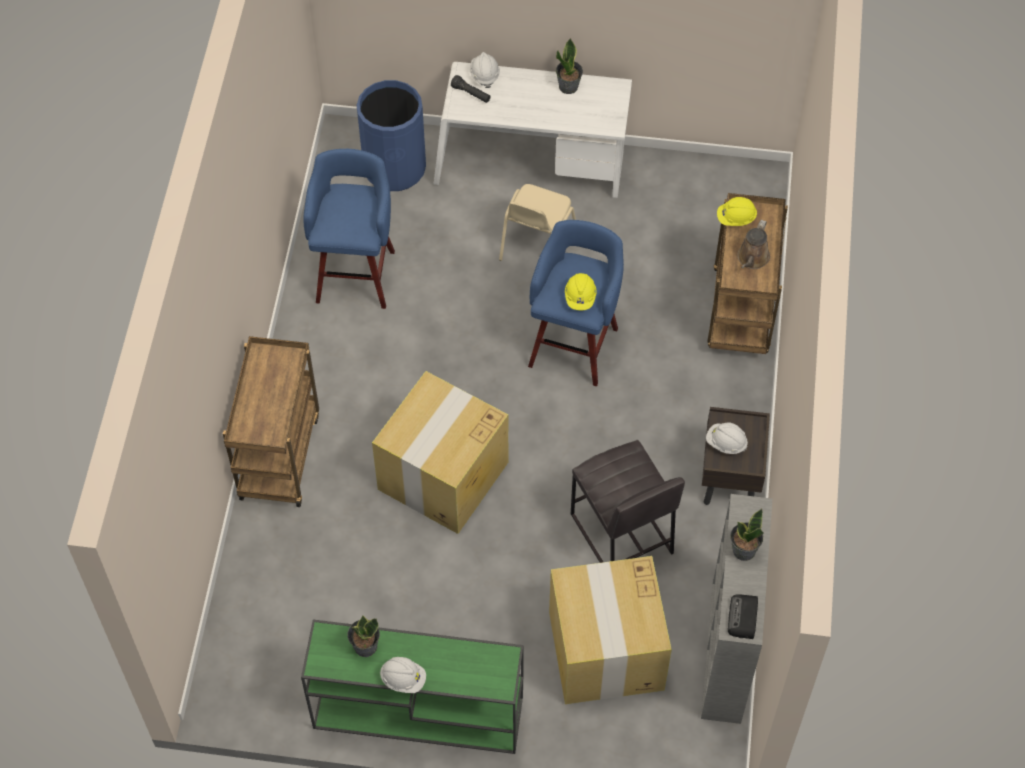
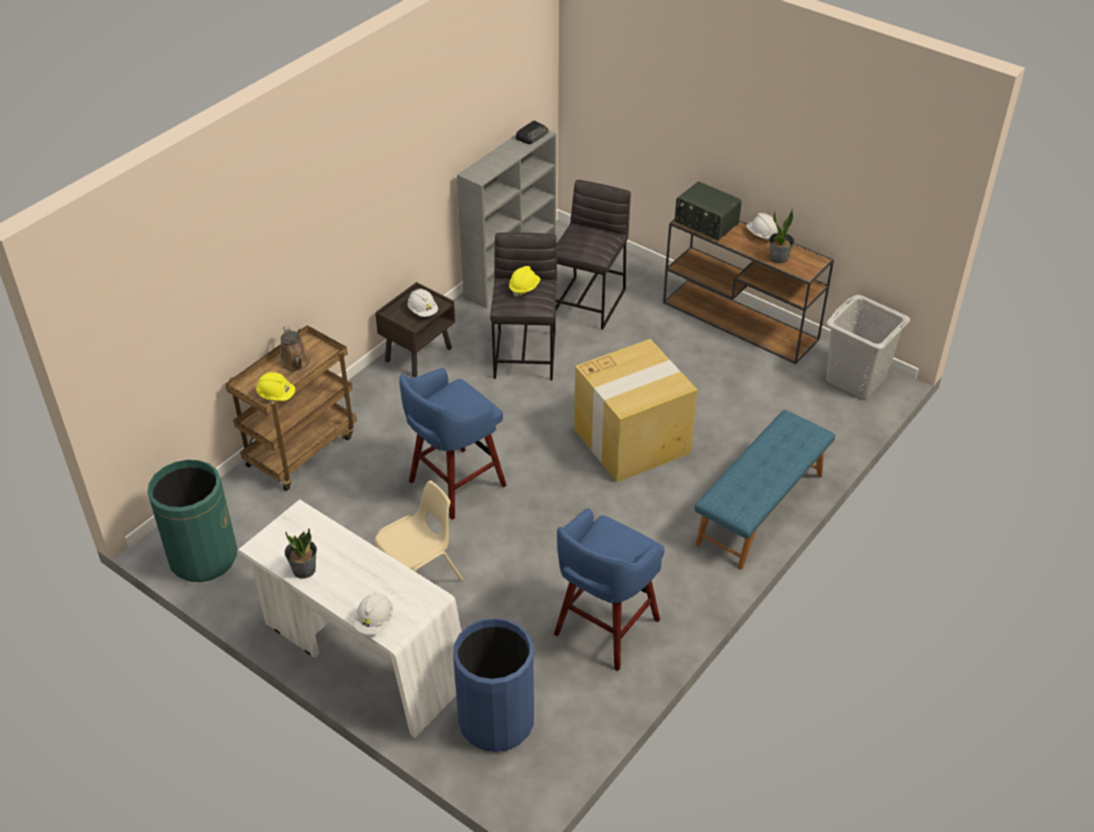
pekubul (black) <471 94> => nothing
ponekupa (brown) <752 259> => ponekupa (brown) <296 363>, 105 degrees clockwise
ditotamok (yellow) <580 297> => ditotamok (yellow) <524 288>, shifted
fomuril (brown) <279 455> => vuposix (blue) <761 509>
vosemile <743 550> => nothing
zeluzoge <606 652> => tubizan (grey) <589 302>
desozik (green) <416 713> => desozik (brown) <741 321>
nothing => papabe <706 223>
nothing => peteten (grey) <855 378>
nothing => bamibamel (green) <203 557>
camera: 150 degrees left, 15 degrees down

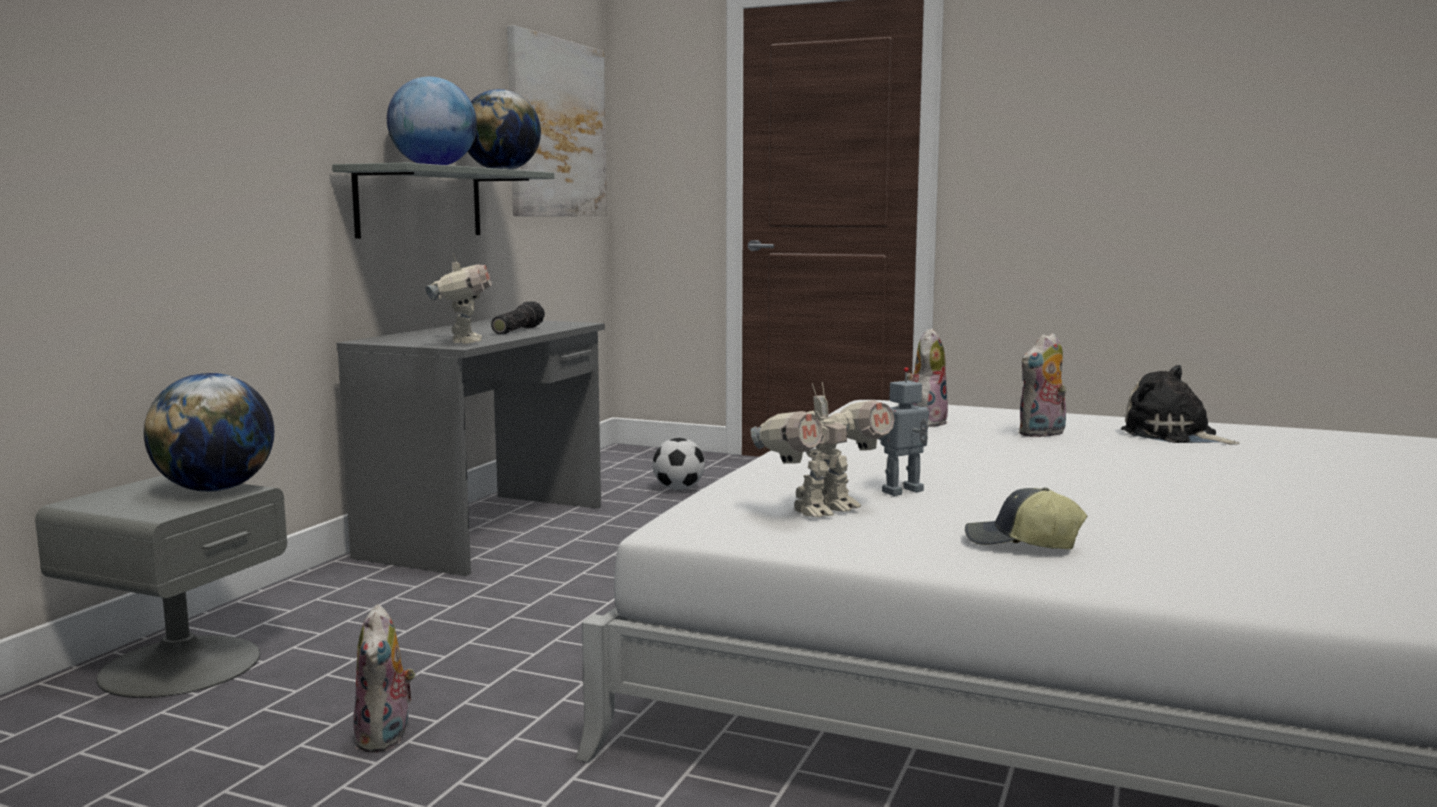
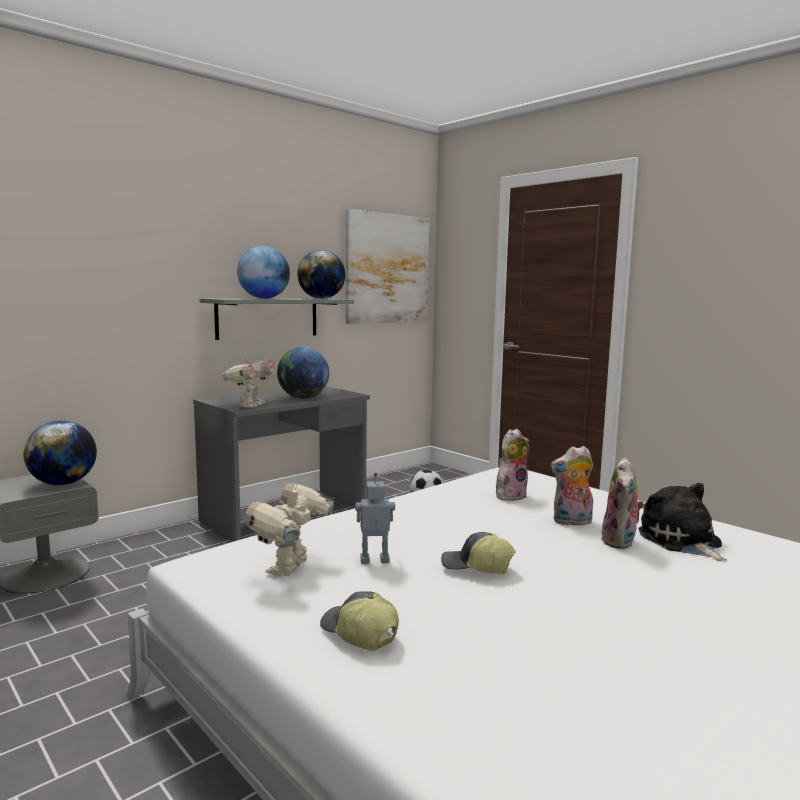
pekubul <516 330> => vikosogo <303 398>
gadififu <822 511> => gadififu <290 568>, 120 degrees clockwise
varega <386 738> => varega <621 542>, shifted
nothing => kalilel <476 567>
camera: 25 degrees right, 0 degrees up

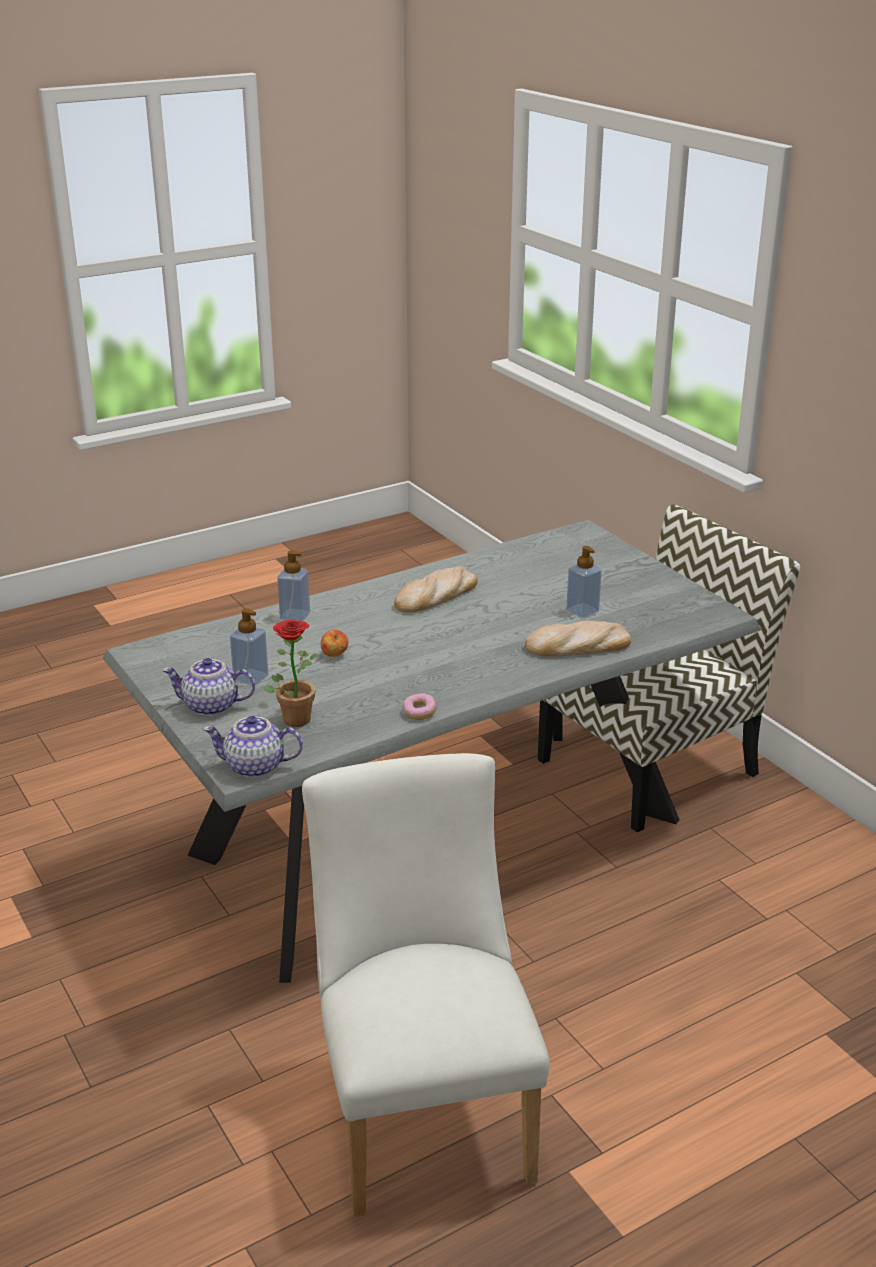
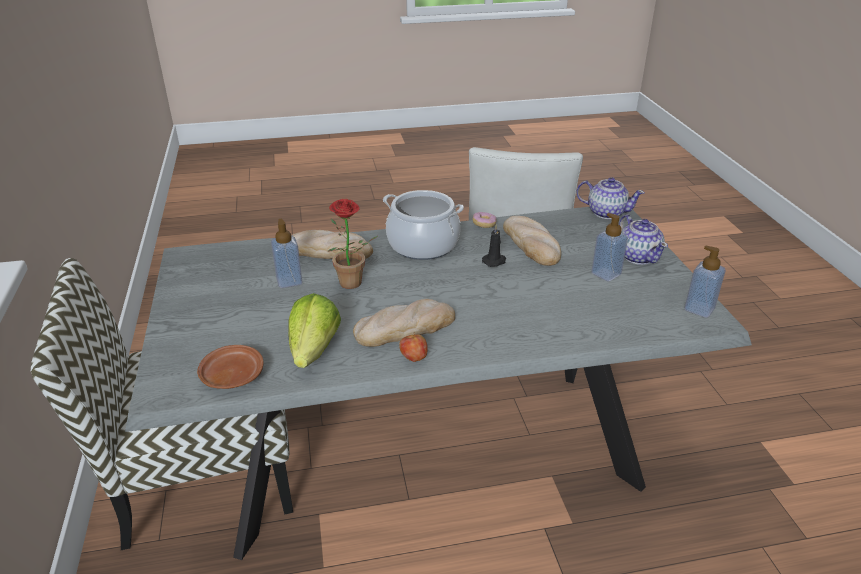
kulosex <295 616> => kulosex <699 309>, shifted
vosemile <294 716> => vosemile <351 285>, shifted
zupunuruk <334 655> => zupunuruk <413 358>, shifted
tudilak <211 706> => tudilak <638 256>, 45 degrees clockwise
nothing => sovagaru <423 245>
nothing => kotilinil <532 244>
nothing => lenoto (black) <494 261>
nothing => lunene <314 350>
nothing => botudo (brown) <232 375>
camera: 160 degrees left, 5 degrees up

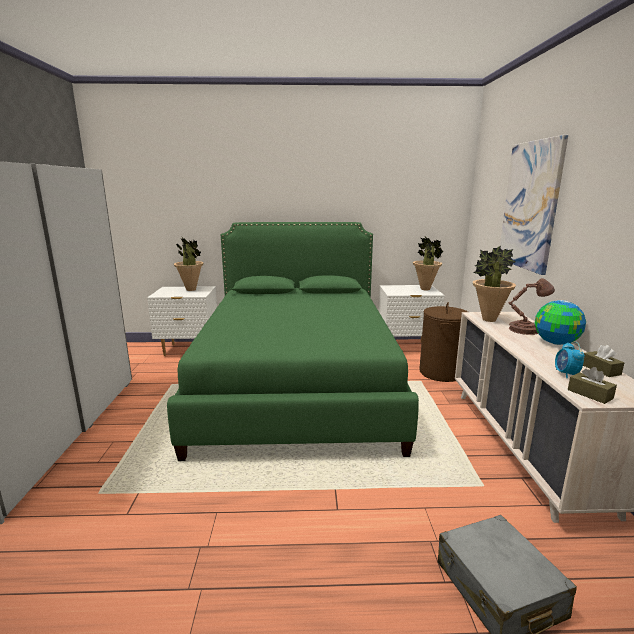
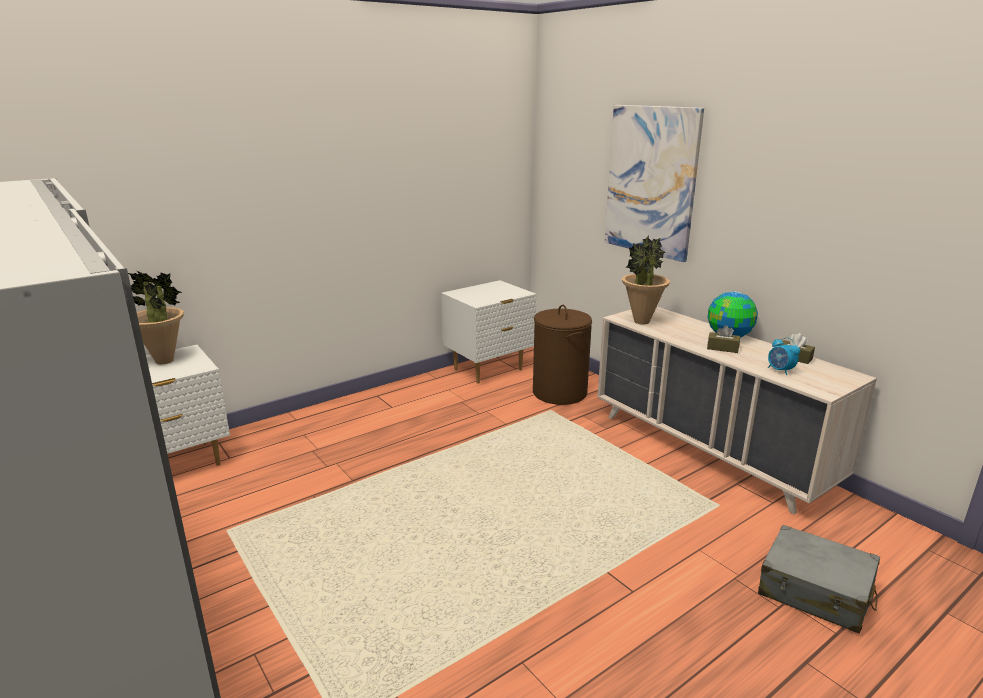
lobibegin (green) <297 384> => nothing
vosemile <425 289> => nothing
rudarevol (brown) <526 330> => nothing
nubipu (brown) <590 394> => nubipu (brown) <722 348>, shifted
camera: 35 degrees left, 5 degrees up

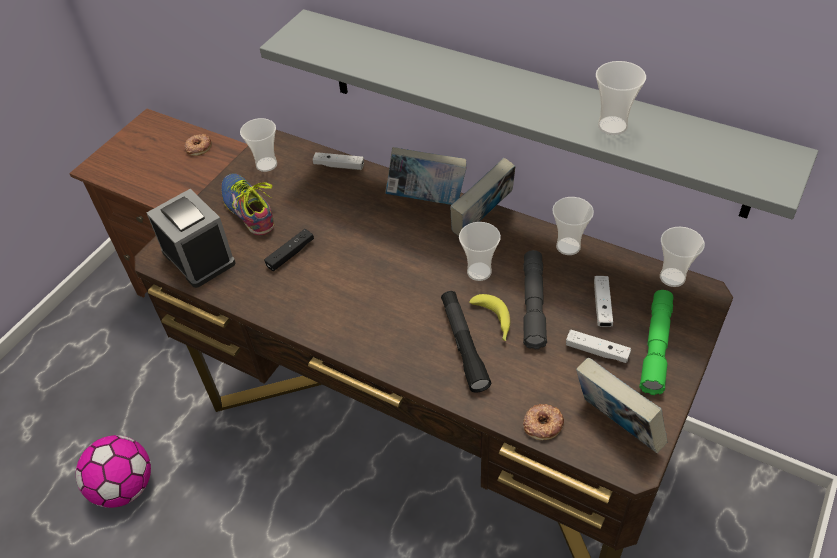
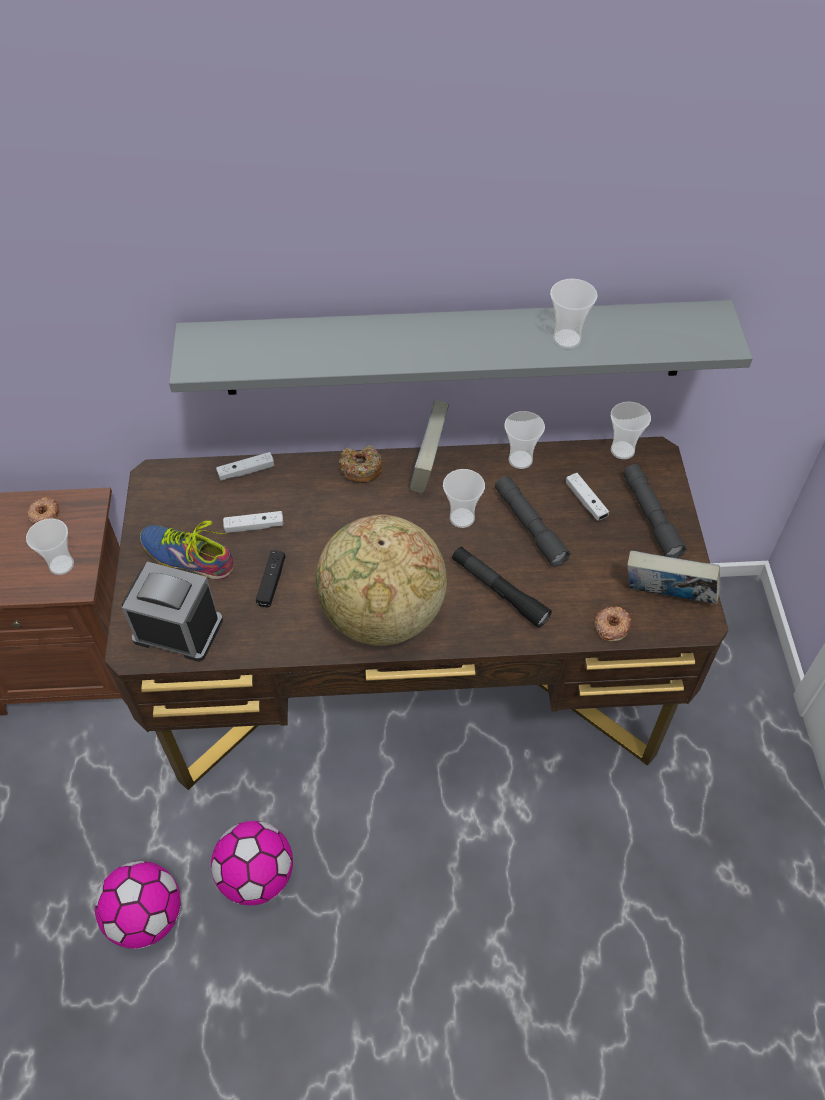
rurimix <266 164> => rurimix <61 565>, shifted
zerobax <426 199> => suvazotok <361 469>
pekubul (green) <656 346> => pekubul (grey) <651 517>
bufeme <493 322> => nothing
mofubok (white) <597 351> => mofubok (white) <254 526>, shifted
nothing => vikosogo <382 615>
nothing => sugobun <257 876>
camera: 35 degrees left, 5 degrees up

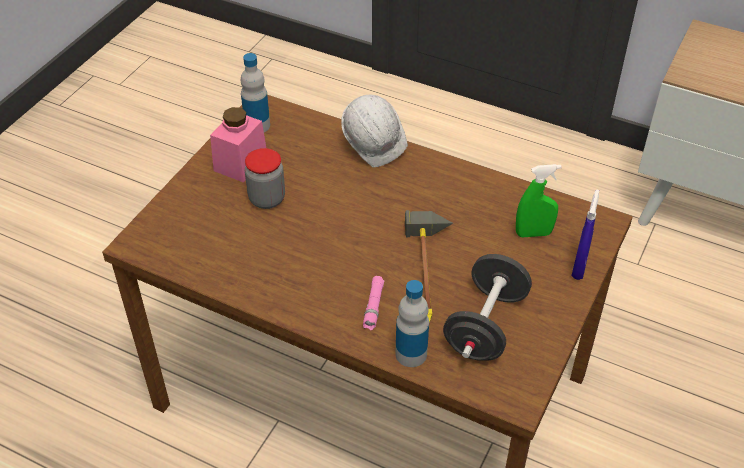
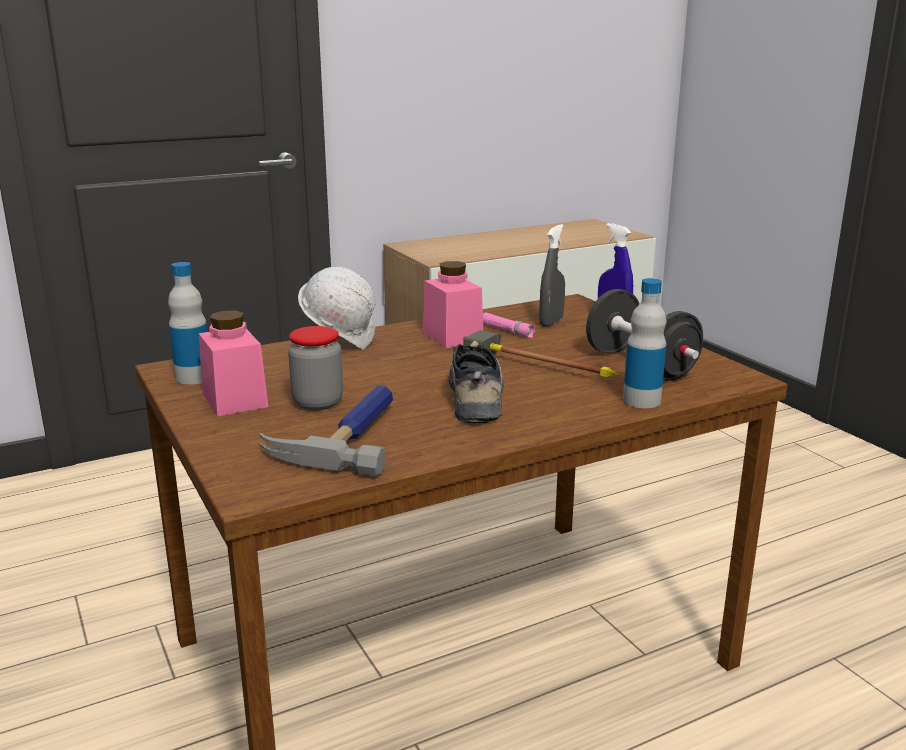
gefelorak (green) <533 233> => gefelorak (grey) <551 322>
pekubul (pink) <373 306> => pekubul (pink) <507 331>, shifted
nothing => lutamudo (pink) <452 336>
nothing => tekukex <478 396>
nothing => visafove <347 436>
camera: 55 degrees left, 25 degrees down

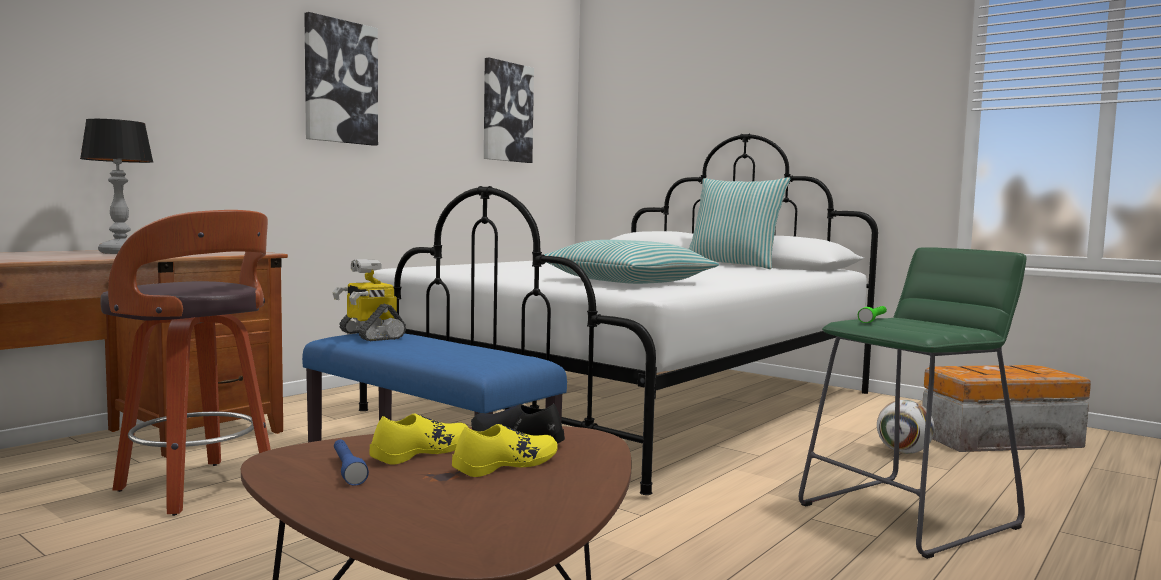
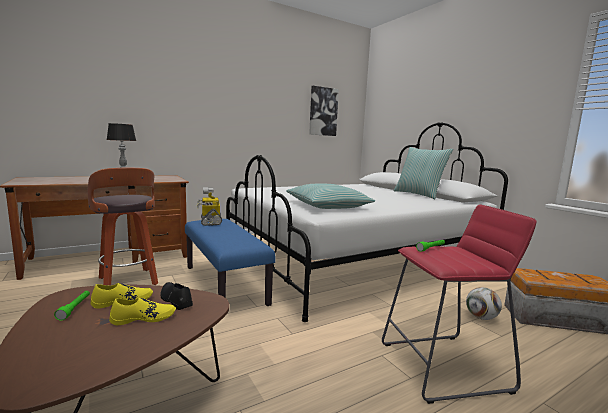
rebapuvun <340 82> => nothing
tubizan (green) <907 515> => tubizan (red) <444 366>
pekubul (blue) <347 470> => pekubul (green) <75 308>
camera: 20 degrees right, 5 degrees up

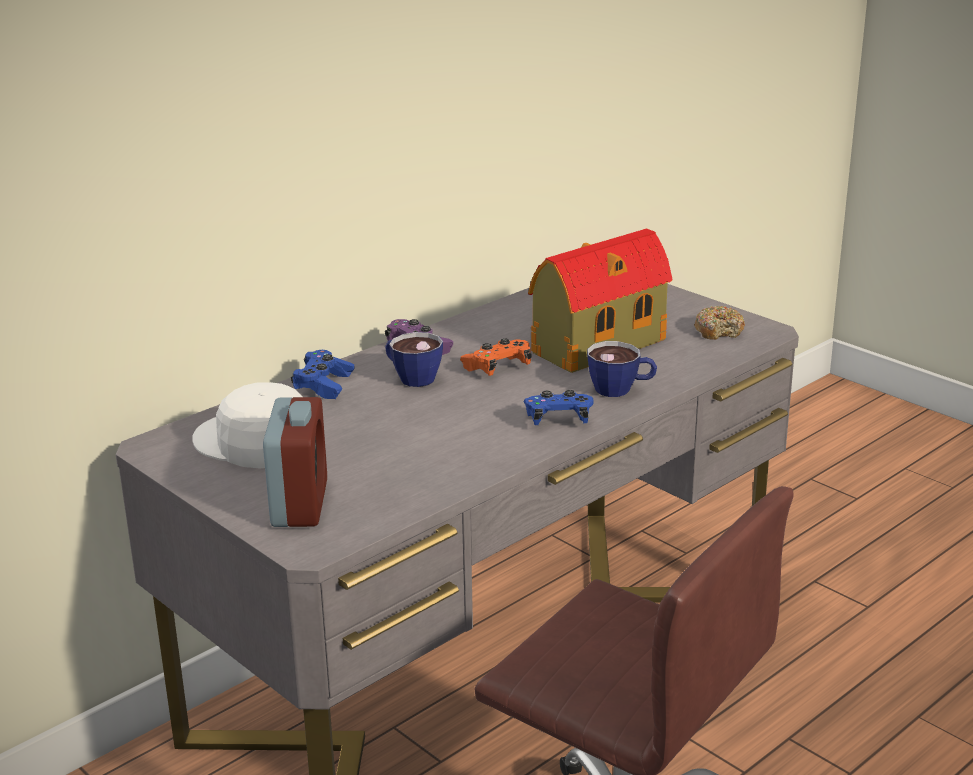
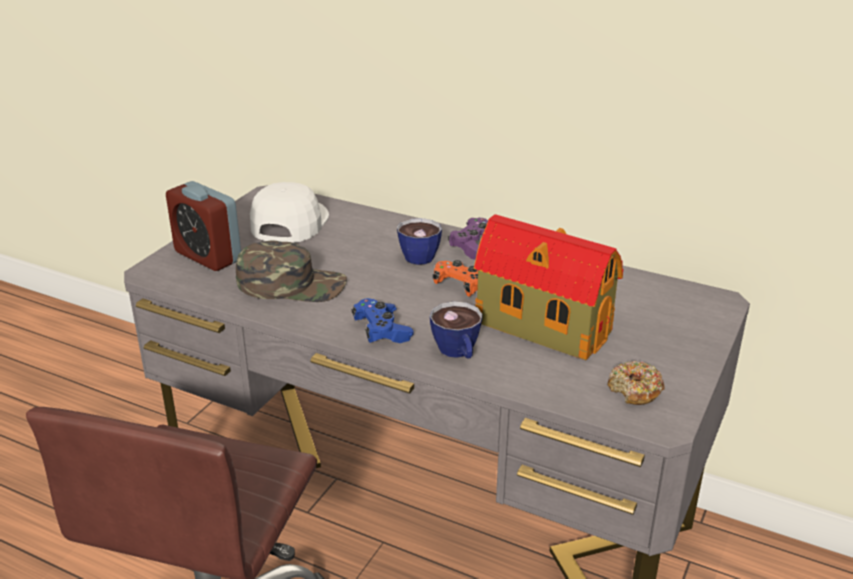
mofubok (blue) <323 385> => nothing
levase <300 504> => levase <208 256>, 60 degrees clockwise
nothing => kalilel (green) <292 284>
camera: 70 degrees right, 5 degrees up

